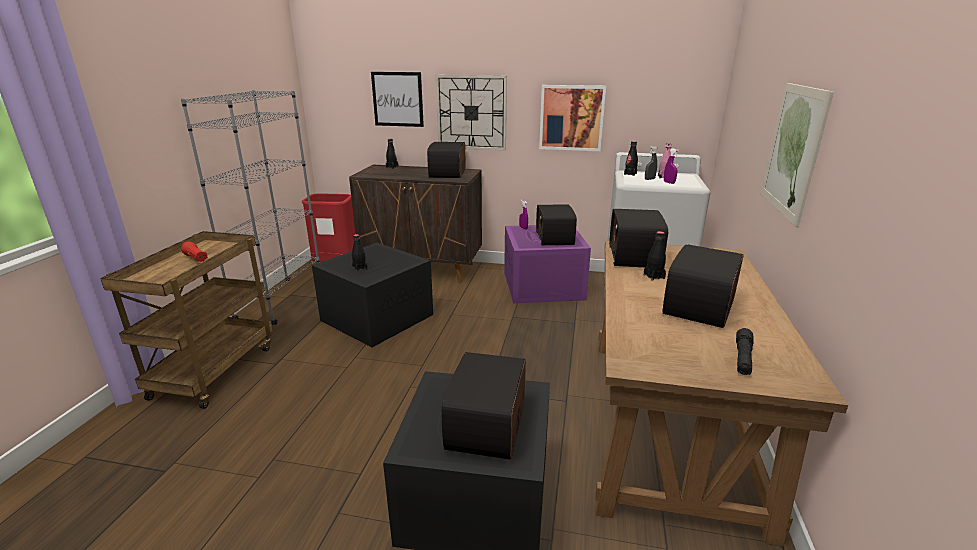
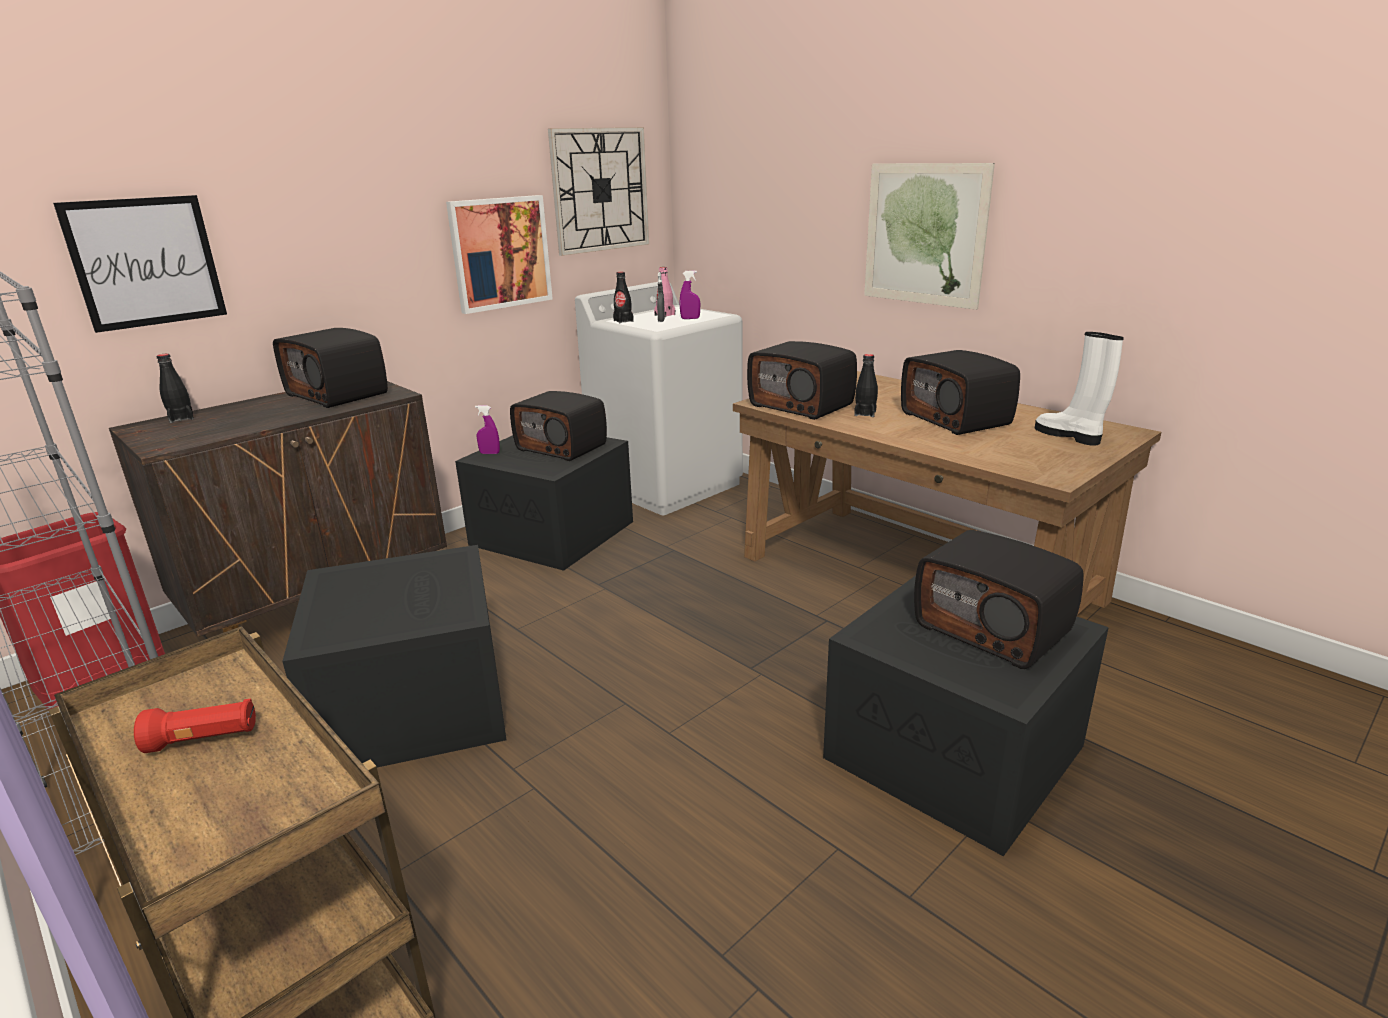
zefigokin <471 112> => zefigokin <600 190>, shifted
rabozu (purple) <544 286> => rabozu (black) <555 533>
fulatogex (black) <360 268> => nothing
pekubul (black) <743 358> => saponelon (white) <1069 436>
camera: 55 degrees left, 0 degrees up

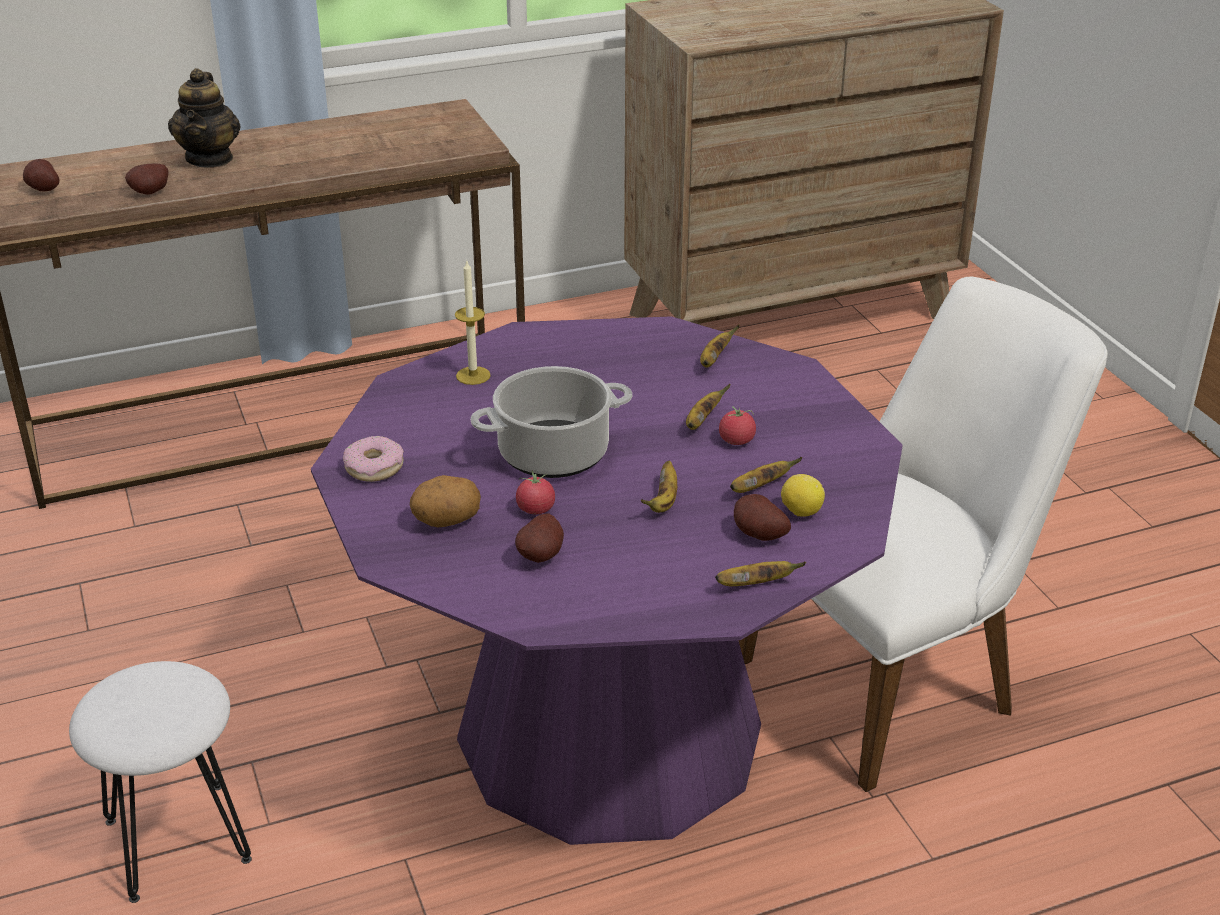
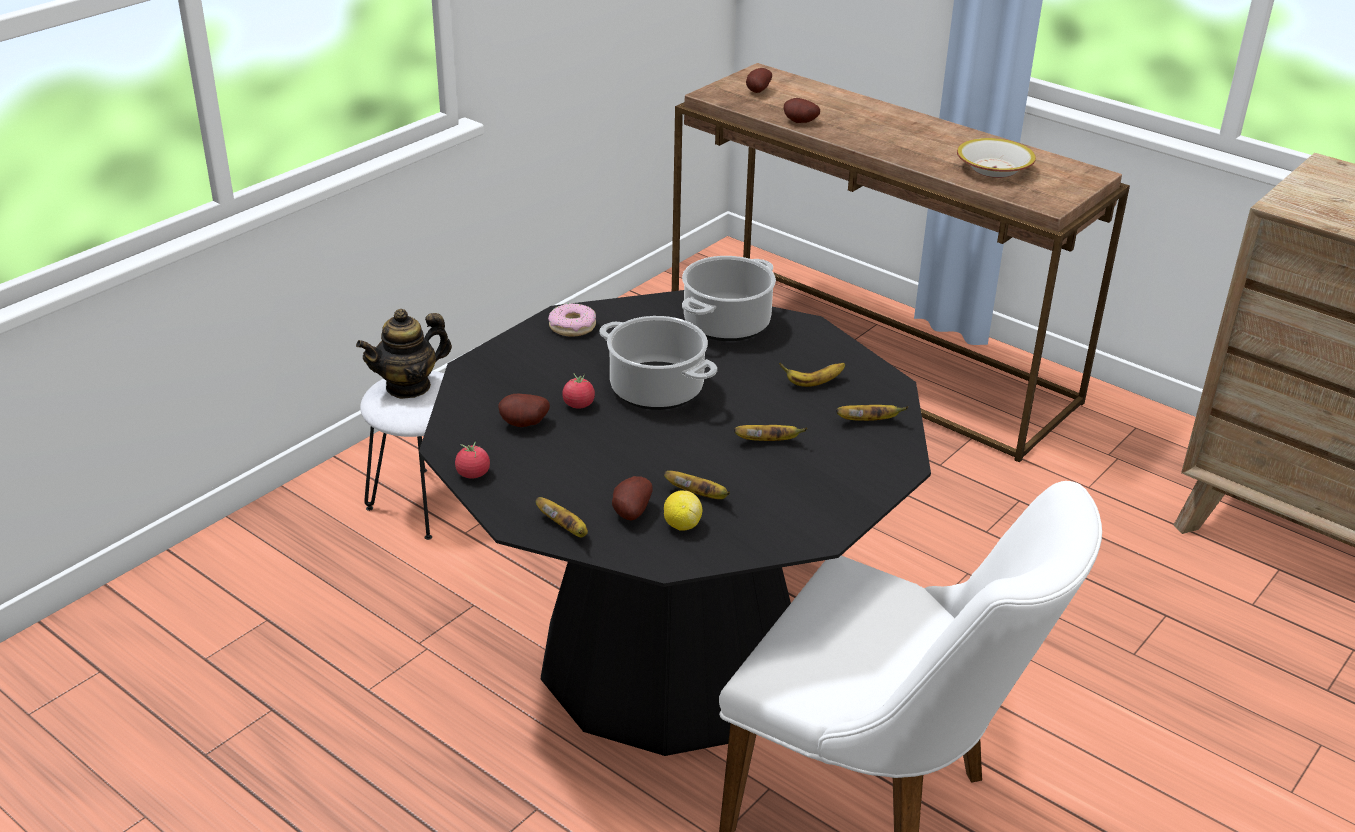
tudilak <210 159> => tudilak <408 386>, shifted
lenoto <473 375> => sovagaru <726 325>
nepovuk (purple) <609 731> => nepovuk (black) <671 655>
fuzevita <736 441> => fuzevita <473 474>, shifted
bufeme <663 501> => bufeme <813 383>, shifted
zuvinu <446 521> => nothing
nothing => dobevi <994 169>
camera: 60 degrees right, 0 degrees up

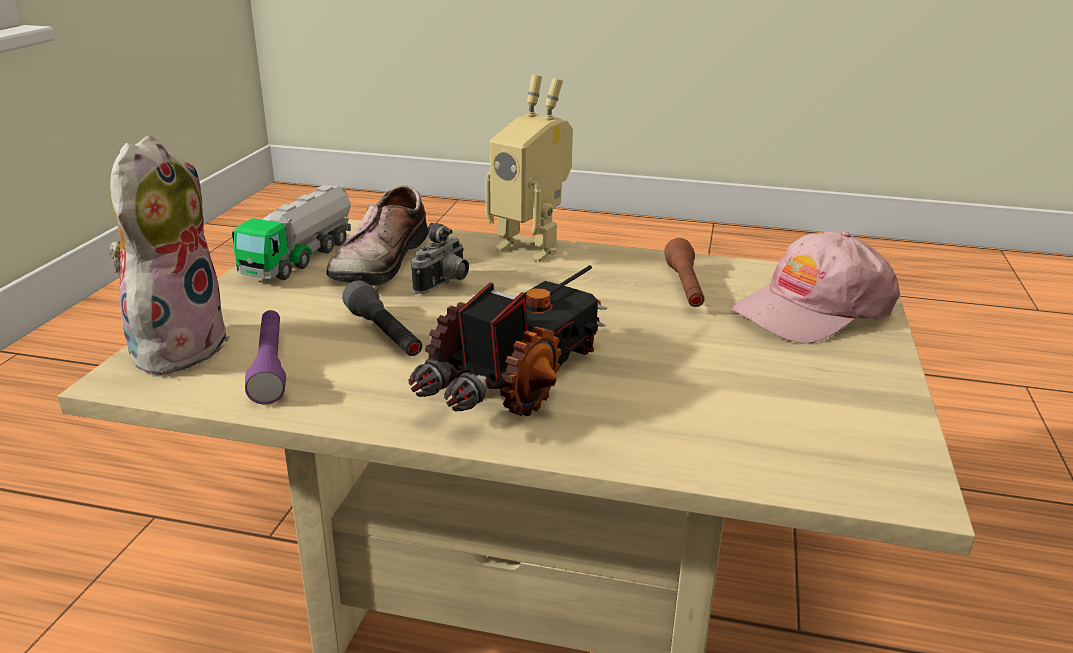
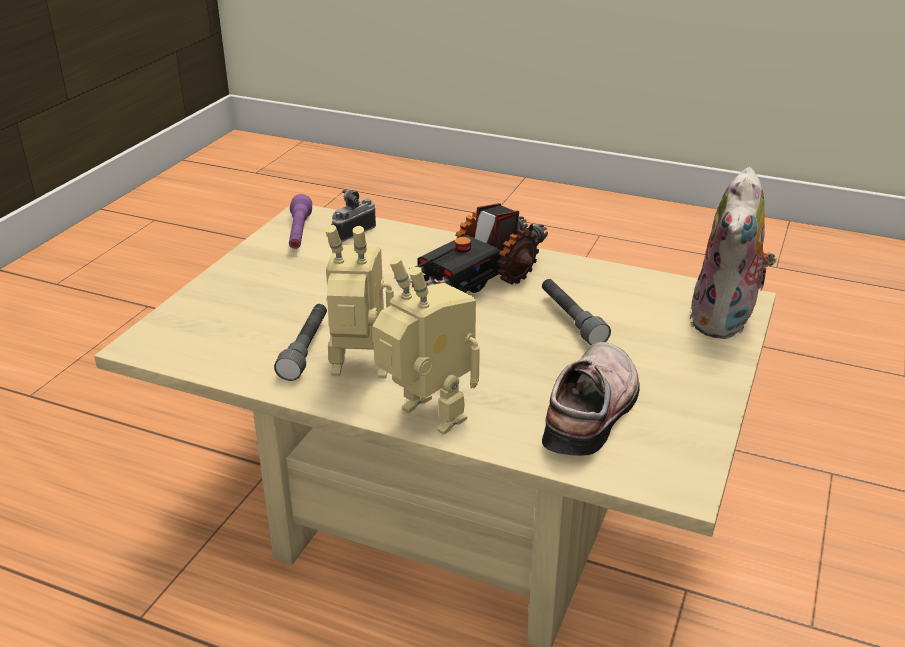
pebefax <300 257> => nothing
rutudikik <444 284> => rutudikik <351 232>, shifted
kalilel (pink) <811 310> => nothing
pekubul (brown) <685 287> => pekubul (grey) <306 349>
pekubul (purple) <270 366> => pekubul (purple) <299 233>, shifted
nothing => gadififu <359 374>
camera: 170 degrees left, 5 degrees up

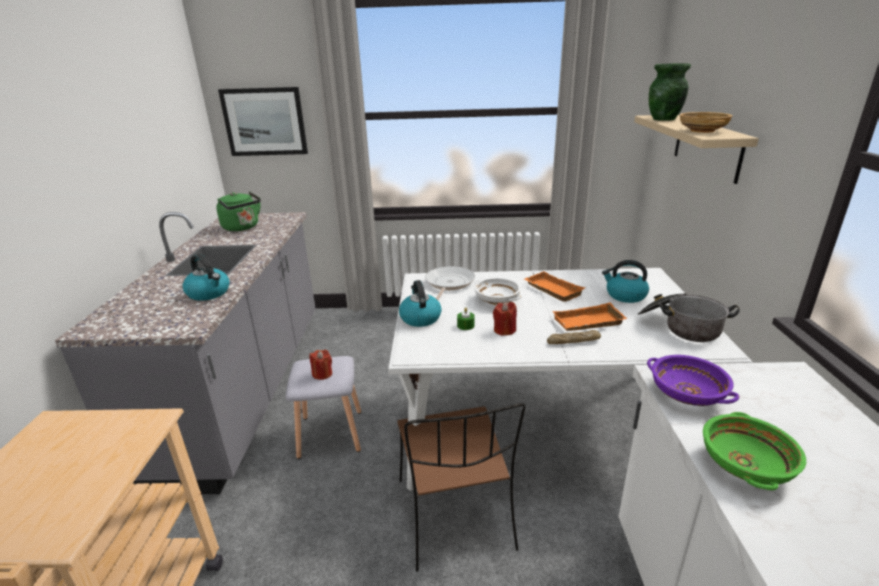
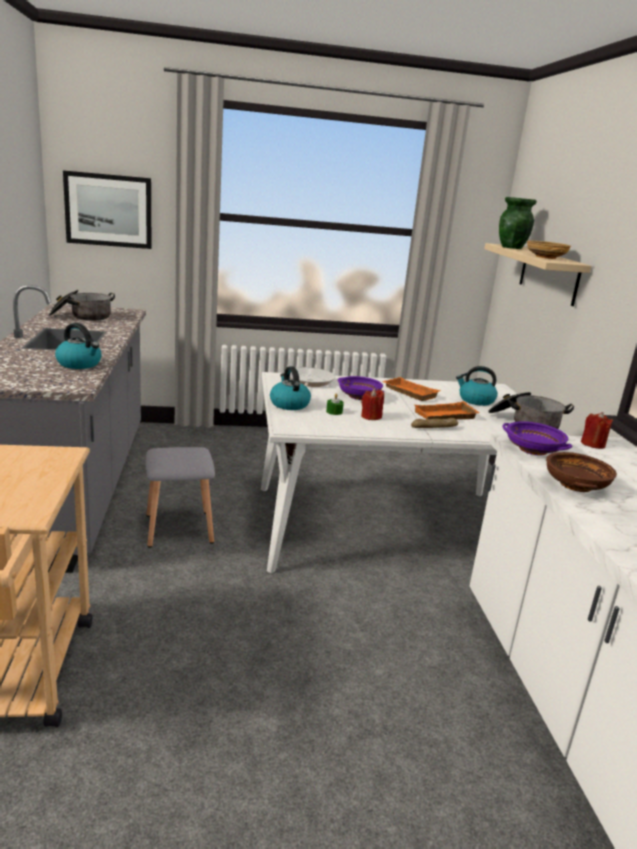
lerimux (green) <242 228> => sovagaru <82 316>
dobevi (white) <496 300> => dobevi (purple) <358 396>
lenoto (red) <322 374> => lenoto (red) <593 444>, shifted
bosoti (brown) <455 516> => nothing
dobevi (green) <746 465> => dobevi (brown) <576 485>
camera: 10 degrees left, 5 degrees down

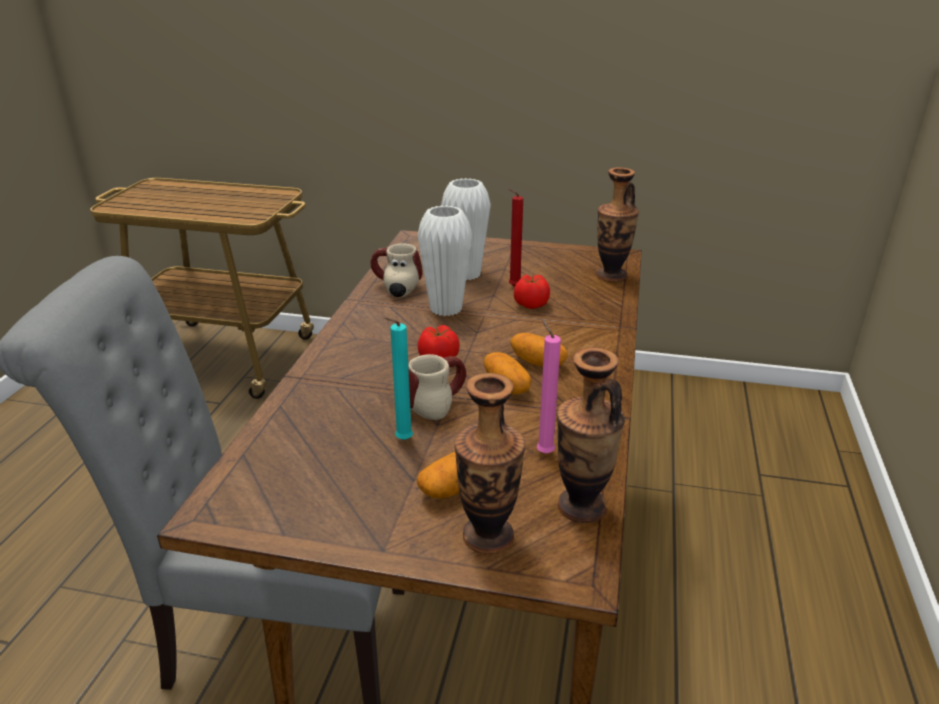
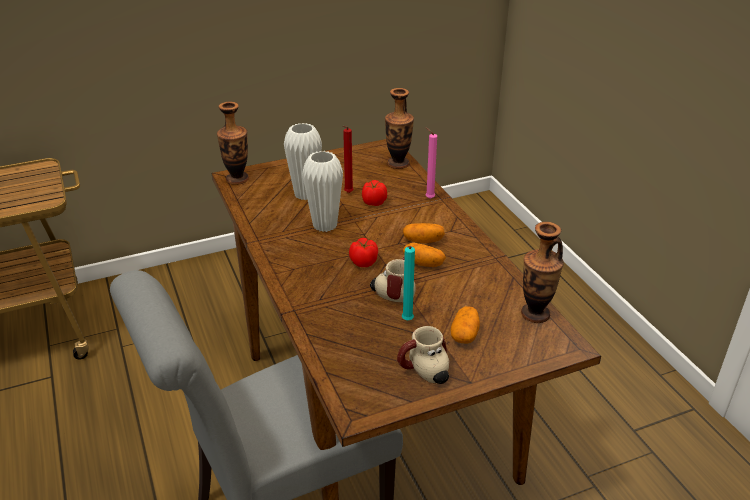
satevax <395 289> => satevax <424 373>, shifted
lenoto (pink) <543 452> => lenoto (pink) <428 198>, shifted
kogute <488 536> => kogute <237 179>, shifted
camera: 35 degrees left, 5 degrees up

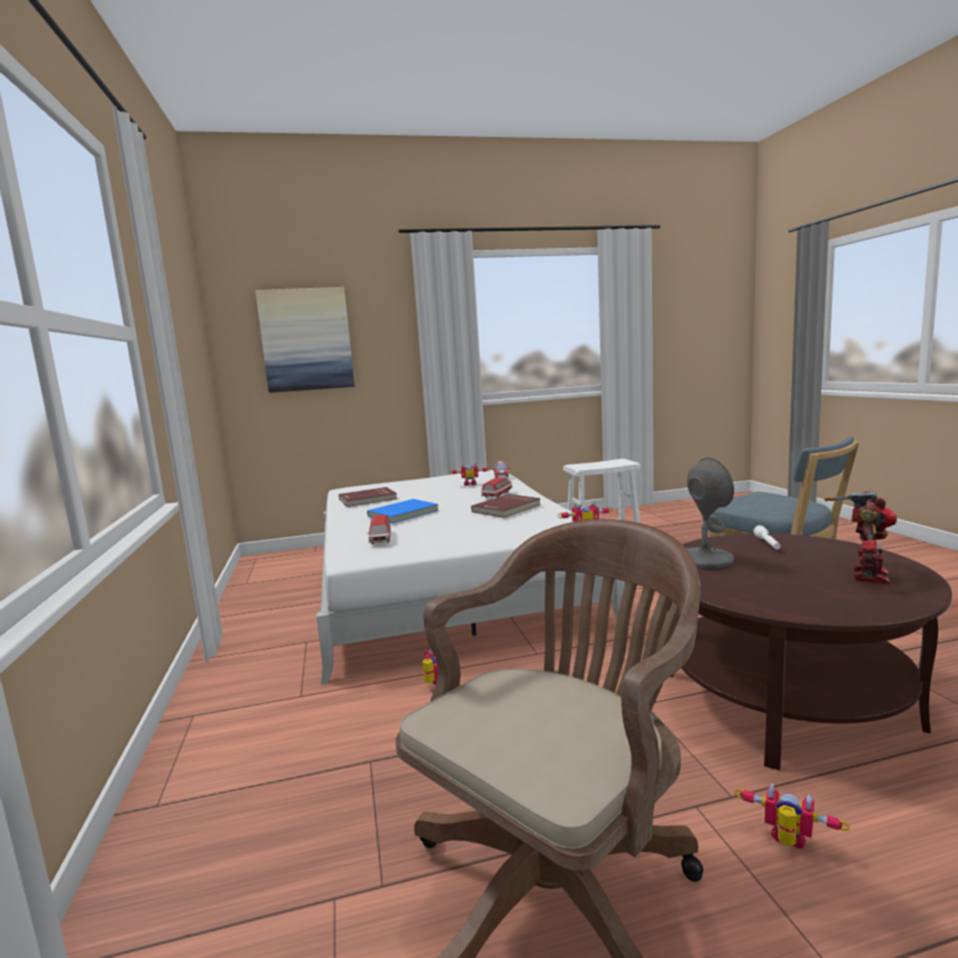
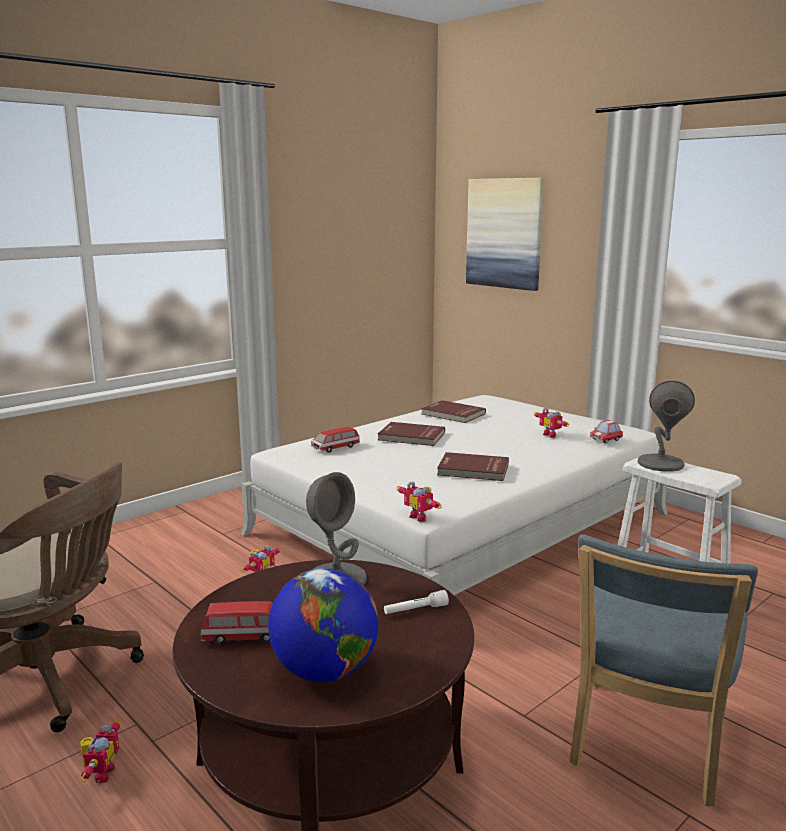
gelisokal <497 495> => gelisokal <246 636>, shifted
gadififu <866 575> => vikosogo <325 671>
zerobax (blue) <404 514> => zerobax (red) <411 437>
nothing => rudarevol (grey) <660 464>
camera: 60 degrees right, 5 degrees up

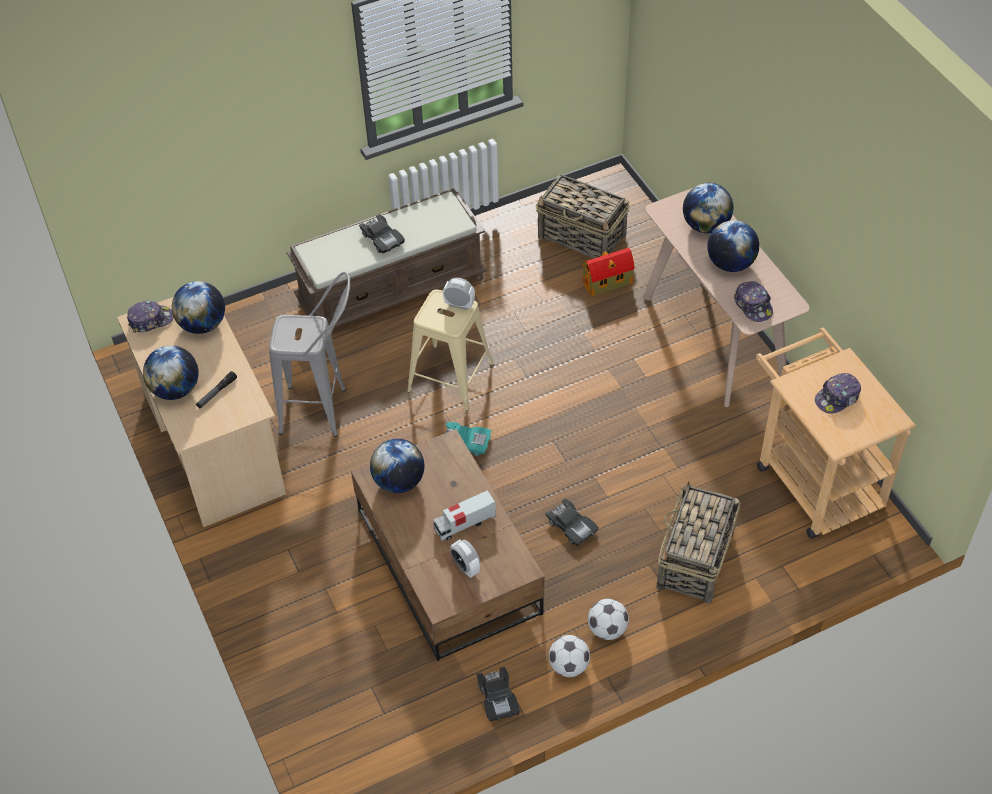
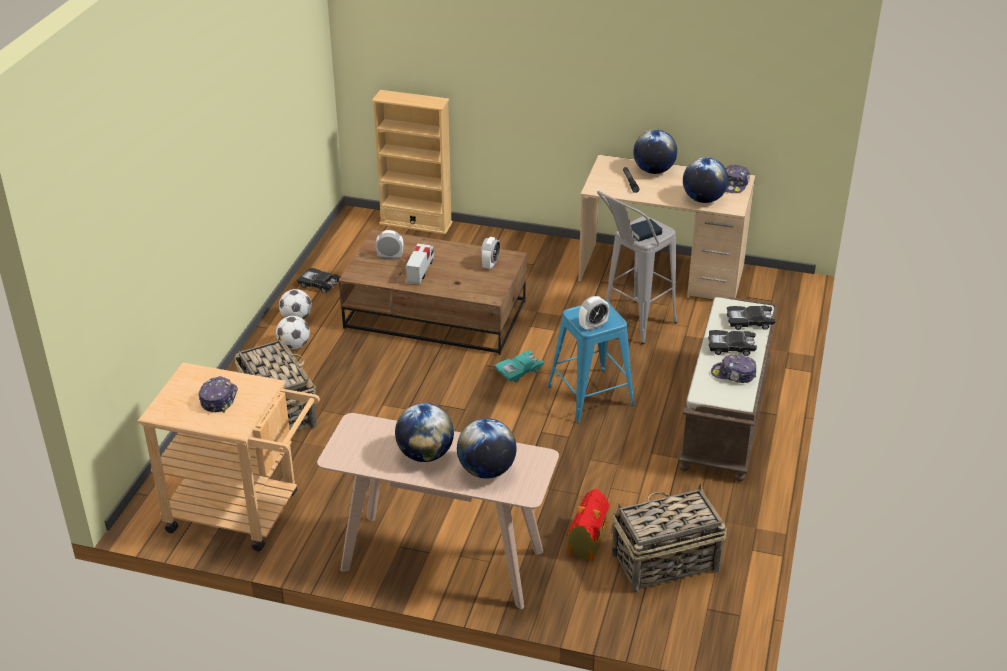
kalilel <753 306> => kalilel <733 374>, shifted
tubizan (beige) <451 377> => tubizan (blue) <590 396>
vikosogo <399 481> => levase <490 264>
gelisokal (black) <571 526> => gelisokal (black) <749 322>, shifted
nothing => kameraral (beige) <416 223>
nothing => zerobax <644 233>
camera: 130 degrees right, 15 degrees down

